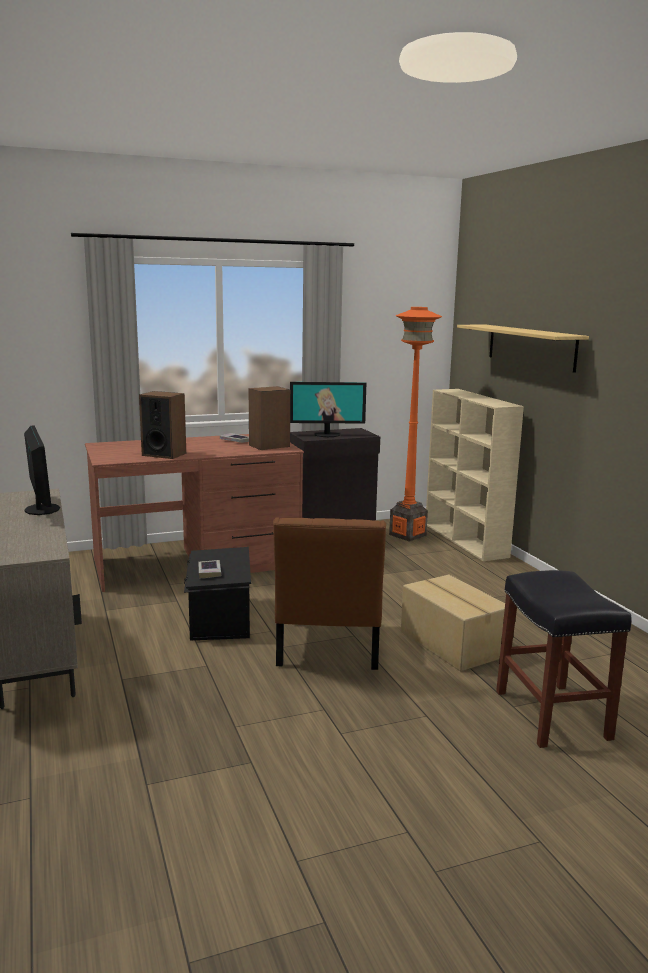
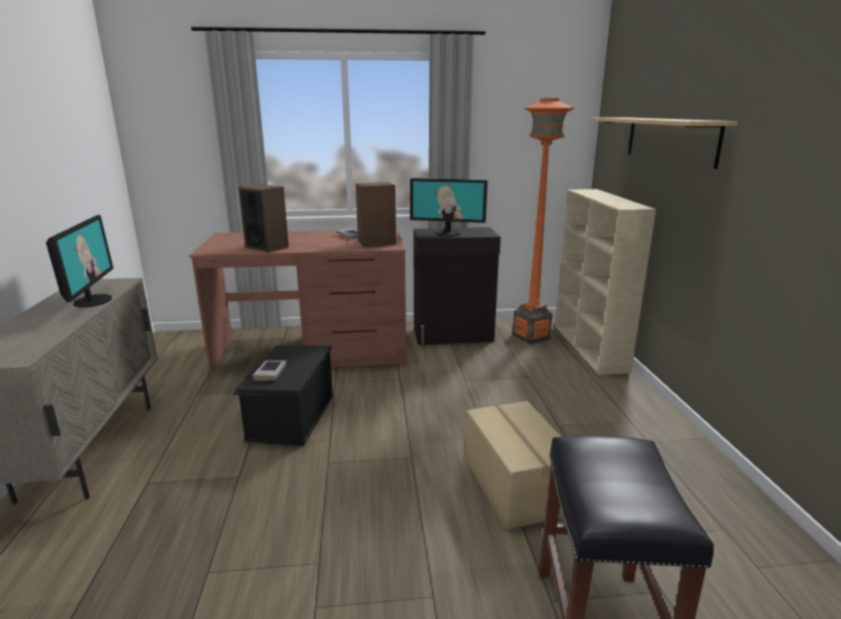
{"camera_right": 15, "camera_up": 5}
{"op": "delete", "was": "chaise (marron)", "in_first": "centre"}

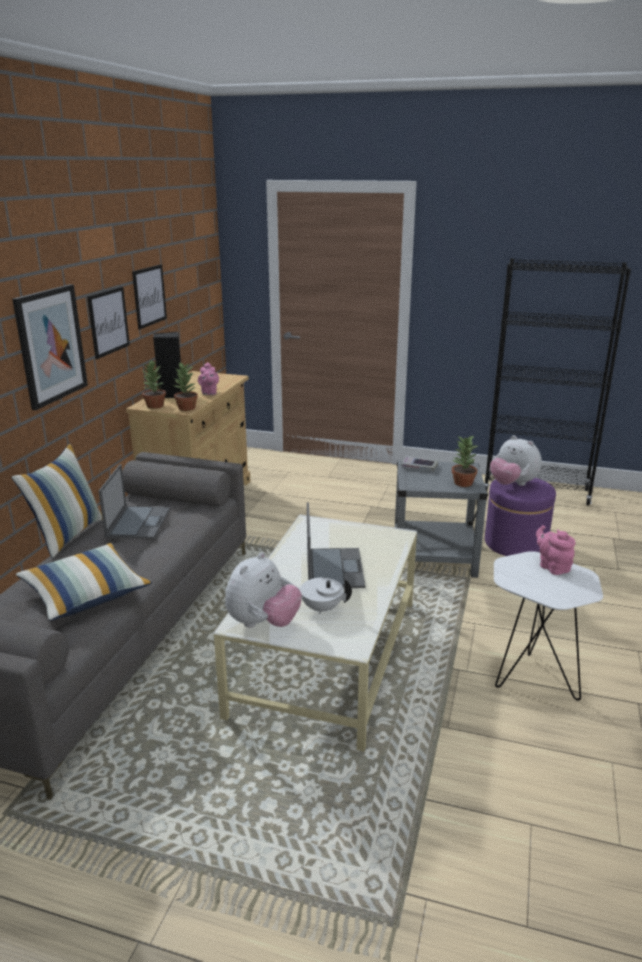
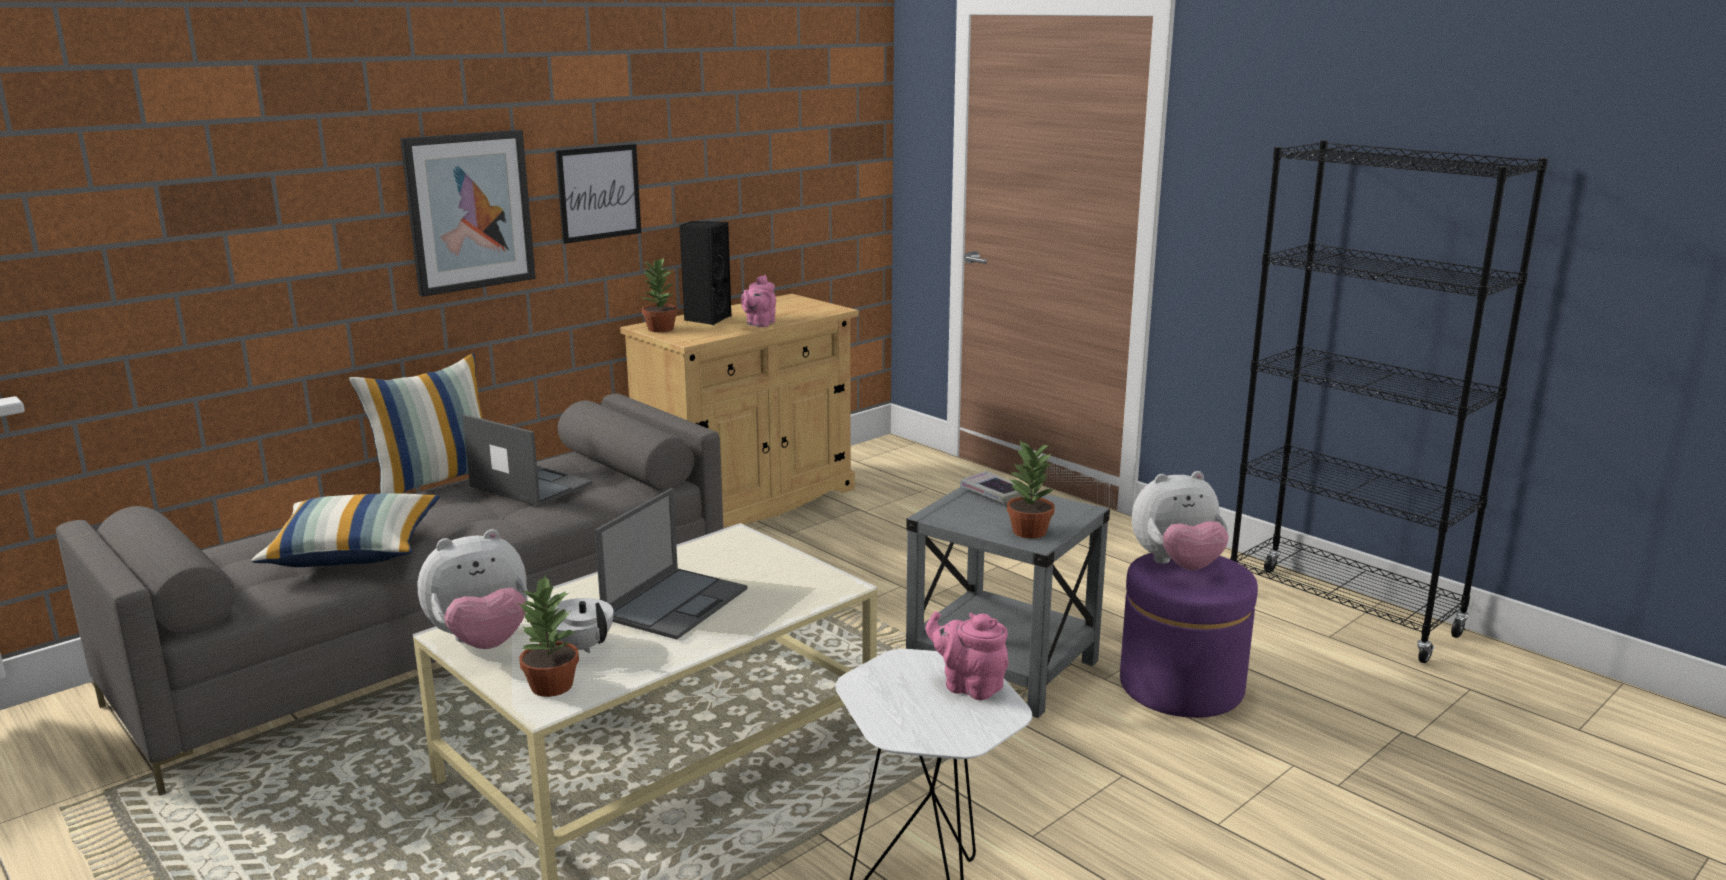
{"camera_right": 30, "camera_up": -5}
{"op": "rotate", "was": "ordinateur portable (1st from left)", "in_first": "middle left", "in_second": "middle left", "clockwise": -90}
{"op": "move", "was": "plante en pot (2nd from left in the first image)", "now": "plante en pot (1st from left)", "in_first": "middle left", "in_second": "bottom left"}
{"op": "rotate", "was": "théière (rose) (2nd from left)", "in_first": "middle right", "in_second": "bottom centre", "clockwise": -60}
{"op": "rotate", "was": "peluche (2nd from left)", "in_first": "middle right", "in_second": "middle right", "clockwise": -90}
{"op": "delete", "was": "tableau (3rd from left)", "in_first": "top left"}

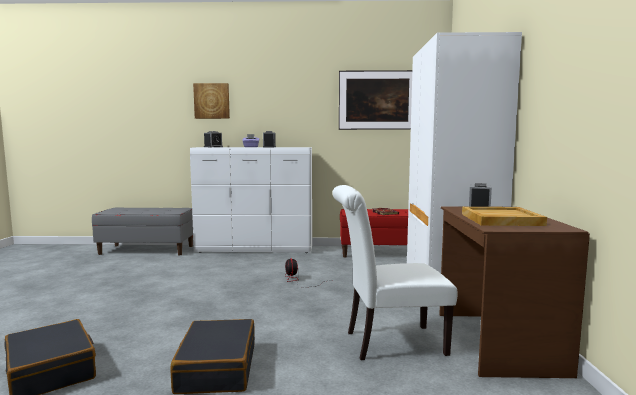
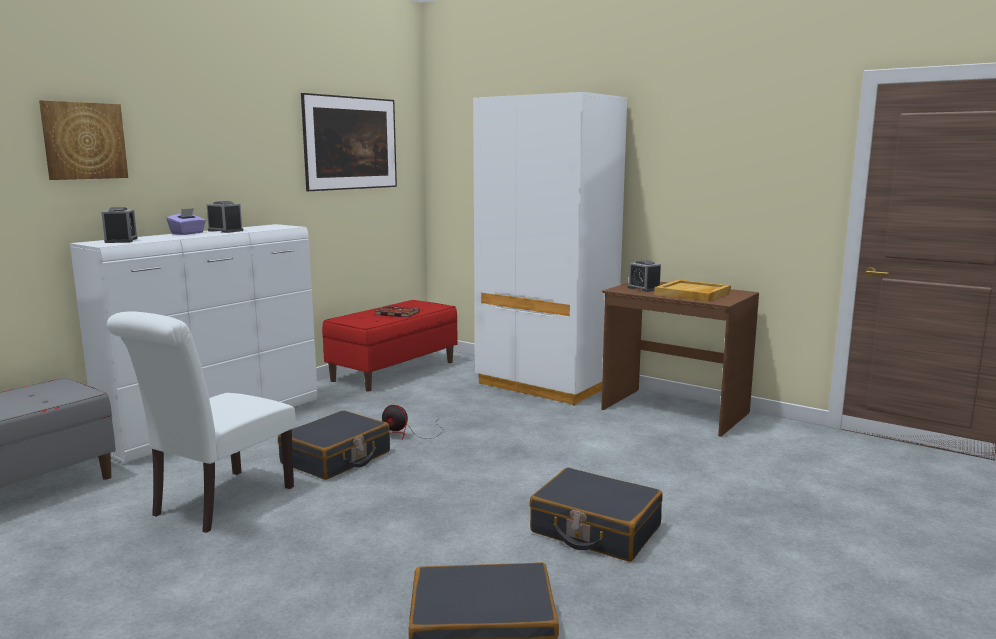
{"camera_right": -55, "camera_up": 5}
{"op": "move", "was": "chaise (blanc)", "in_first": "bottom centre", "in_second": "middle left"}
{"op": "insert", "now": "valise (noir) (1st from left)", "in_second": "bottom centre"}

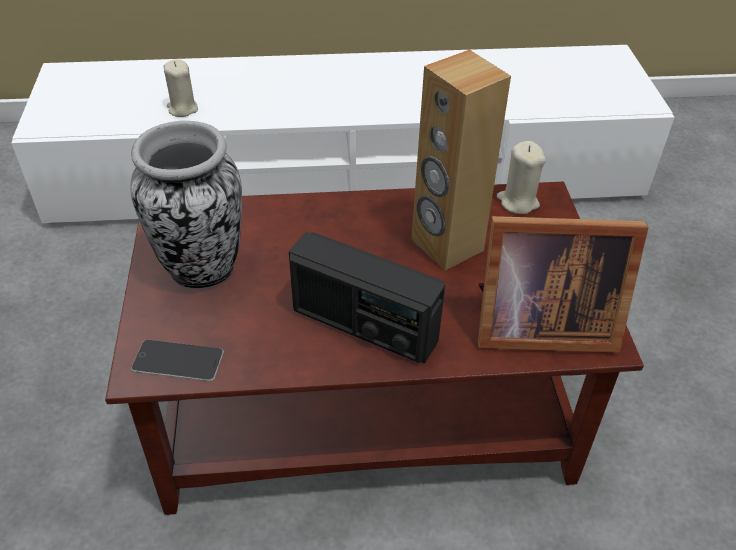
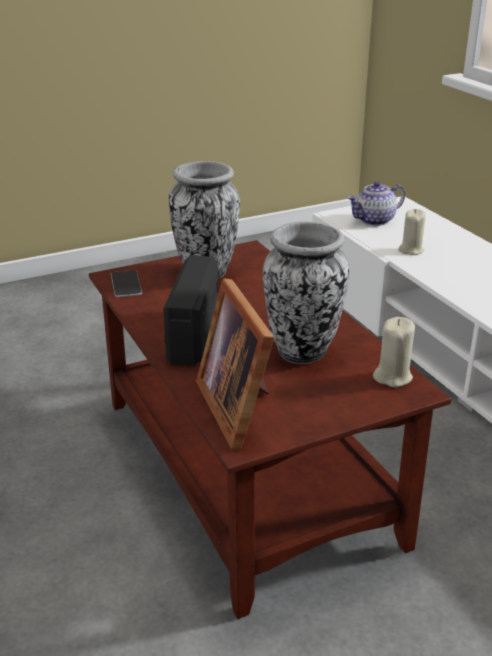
{"camera_right": 70, "camera_up": -15}
{"op": "replace", "was": "enceinte (marron)", "now": "vase (2nd from left)", "in_first": "top centre", "in_second": "centre"}
{"op": "insert", "now": "théière", "in_second": "top right"}

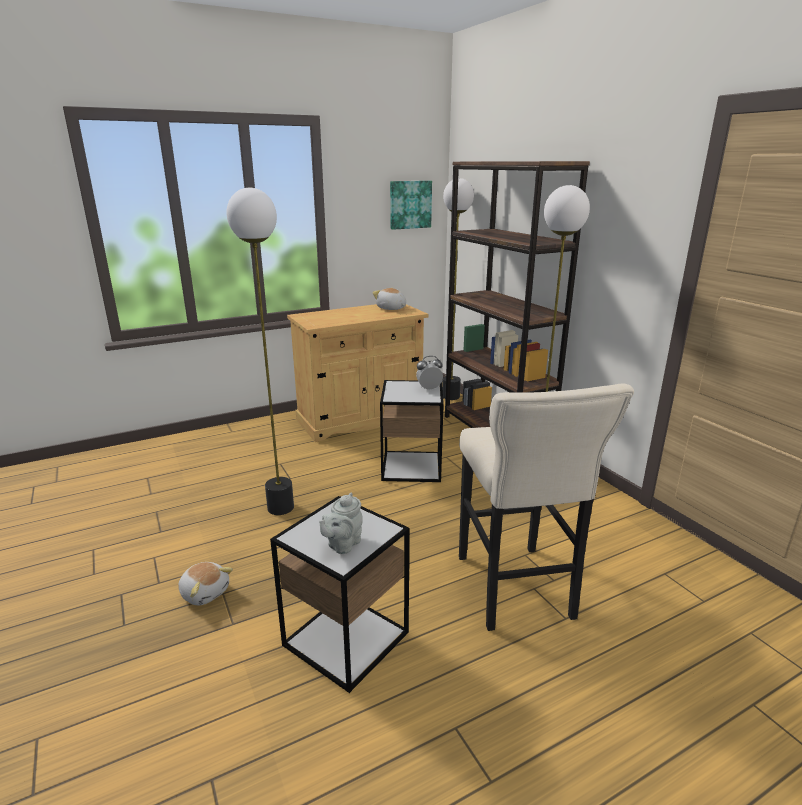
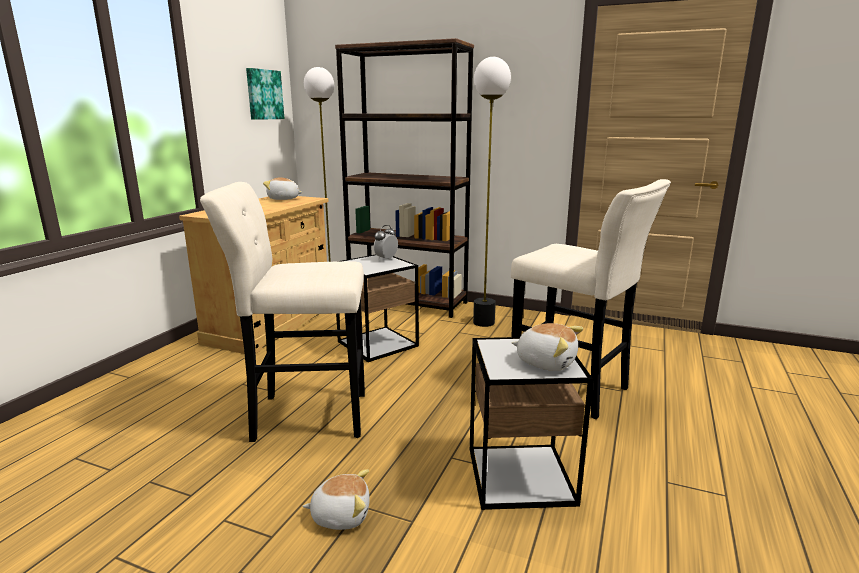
{"camera_right": -40, "camera_up": -5}
{"op": "replace", "was": "lampadaire (1st from left)", "now": "tabouret (beige) (1st from left)", "in_first": "middle left", "in_second": "middle left"}
{"op": "replace", "was": "théière (gris)", "now": "peluche (3rd from left)", "in_first": "centre", "in_second": "centre"}

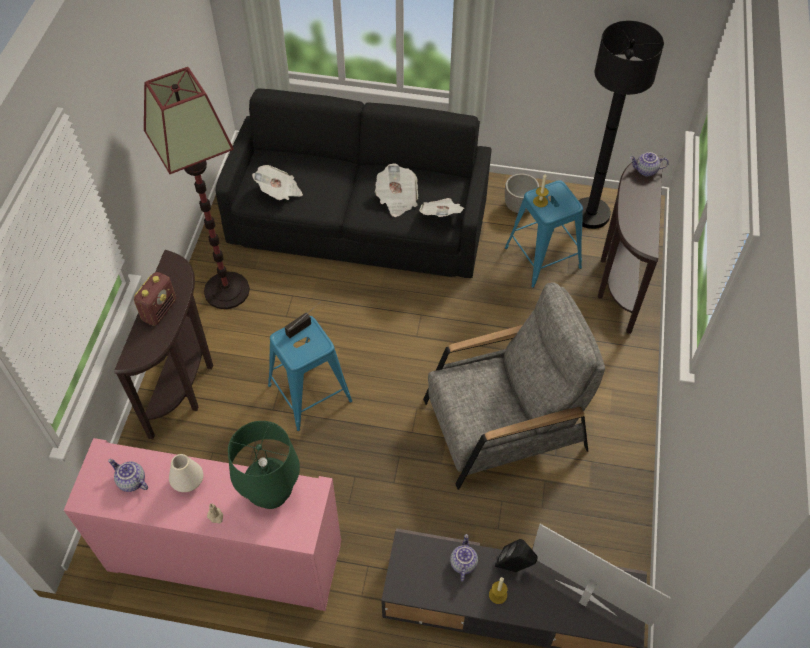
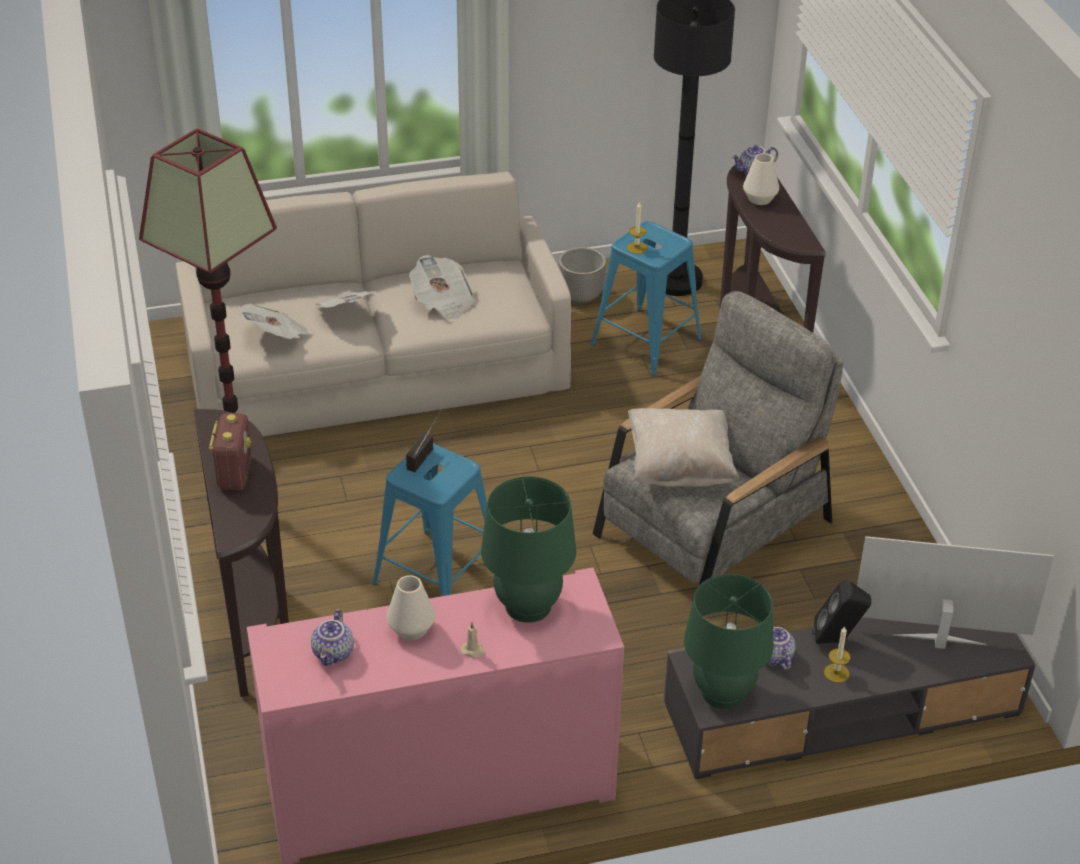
{"camera_right": -25, "camera_up": -15}
{"op": "recolor", "was": "canapé (noir)", "now": "canapé (beige)", "in_first": "top centre", "in_second": "centre"}
{"op": "rotate", "was": "théière (1st from left)", "in_first": "bottom left", "in_second": "bottom left", "clockwise": -90}
{"op": "move", "was": "journal (3rd from left in the first image)", "now": "journal (2nd from left)", "in_first": "top centre", "in_second": "middle left"}
{"op": "insert", "now": "coussin (beige)", "in_second": "centre"}
{"op": "insert", "now": "lampe de table (vert) (2nd from left)", "in_second": "bottom right"}
{"op": "insert", "now": "vase (blanc) (2nd from left)", "in_second": "top right"}

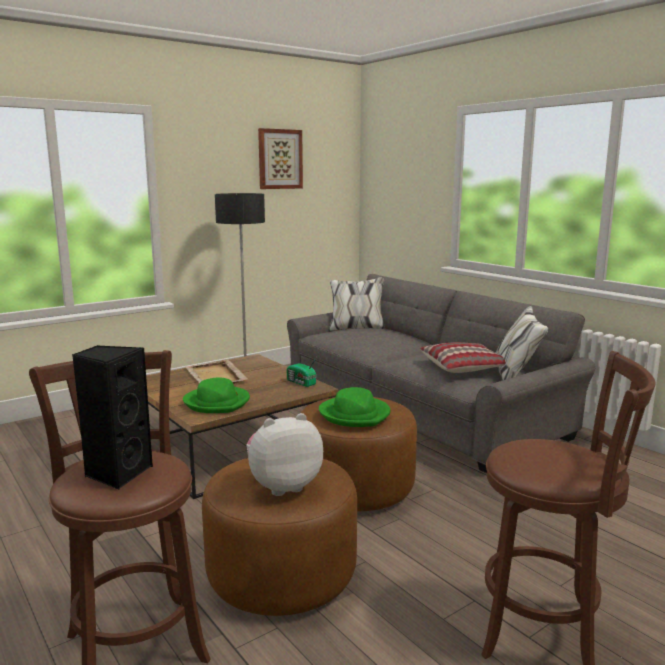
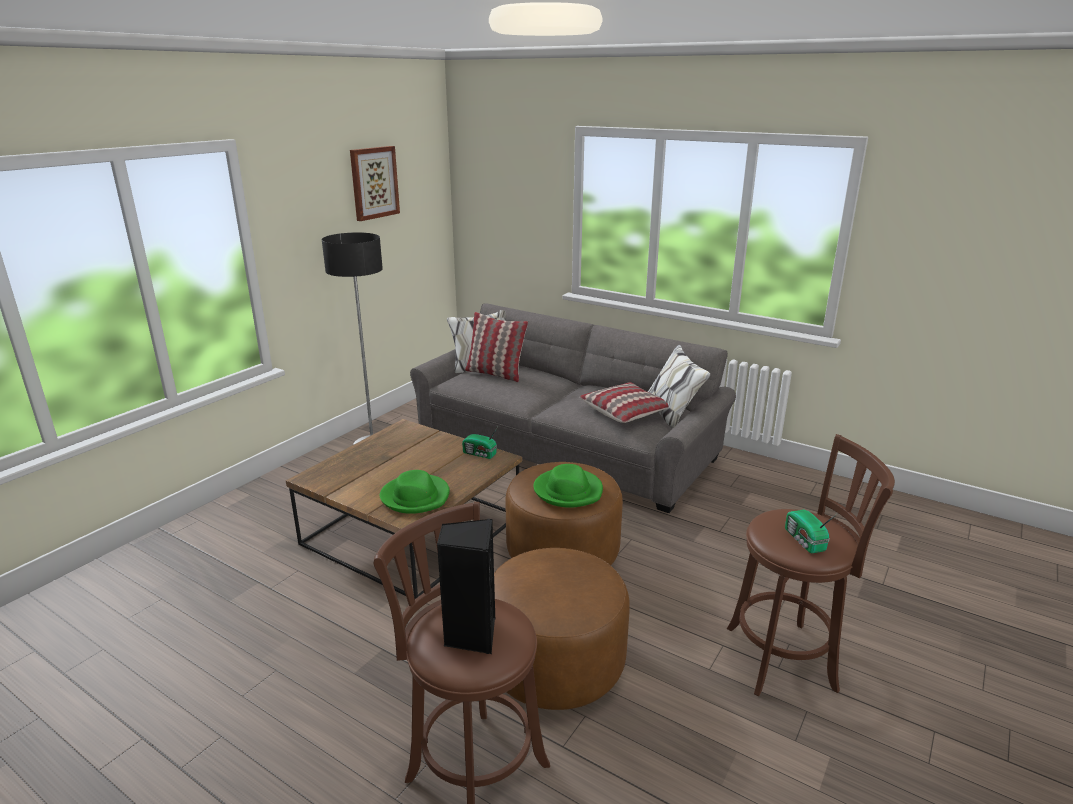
{"camera_right": -20, "camera_up": 10}
{"op": "insert", "now": "coussin (1st from left)", "in_second": "centre"}
{"op": "insert", "now": "radio (2nd from left)", "in_second": "middle right"}
{"op": "delete", "was": "plateau (beige)", "in_first": "middle left"}
{"op": "delete", "was": "peluche", "in_first": "bottom centre"}

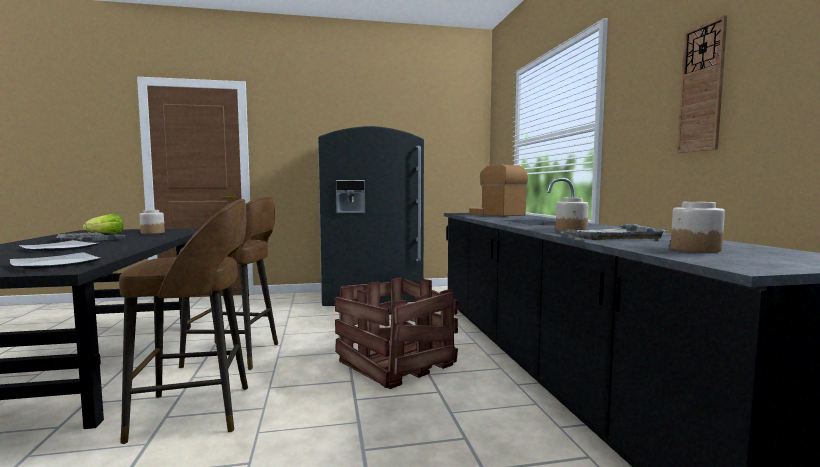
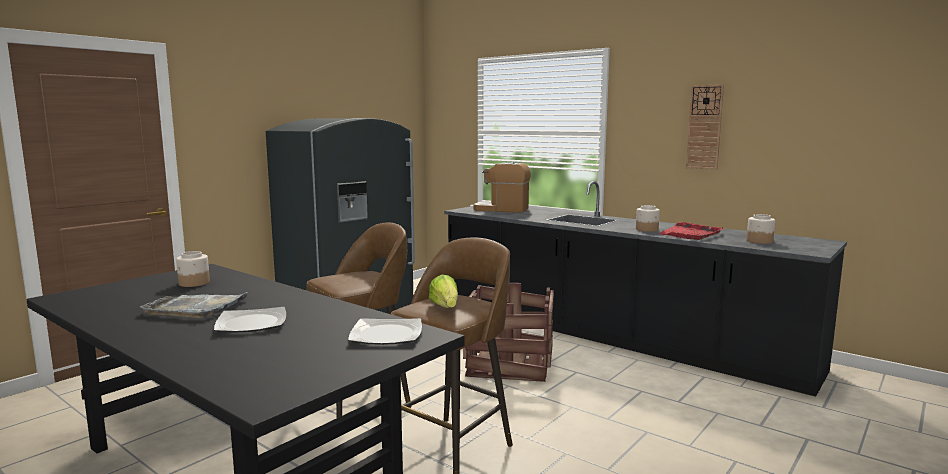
{"camera_right": -40, "camera_up": 5}
{"op": "move", "was": "laitue", "in_first": "middle left", "in_second": "centre"}
{"op": "recolor", "was": "plateau (gris) (2nd from left)", "now": "plateau (rouge)", "in_first": "middle right", "in_second": "middle right"}

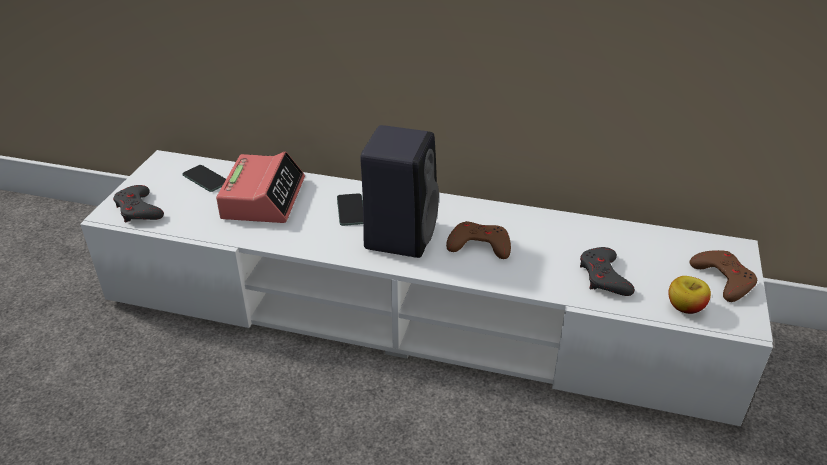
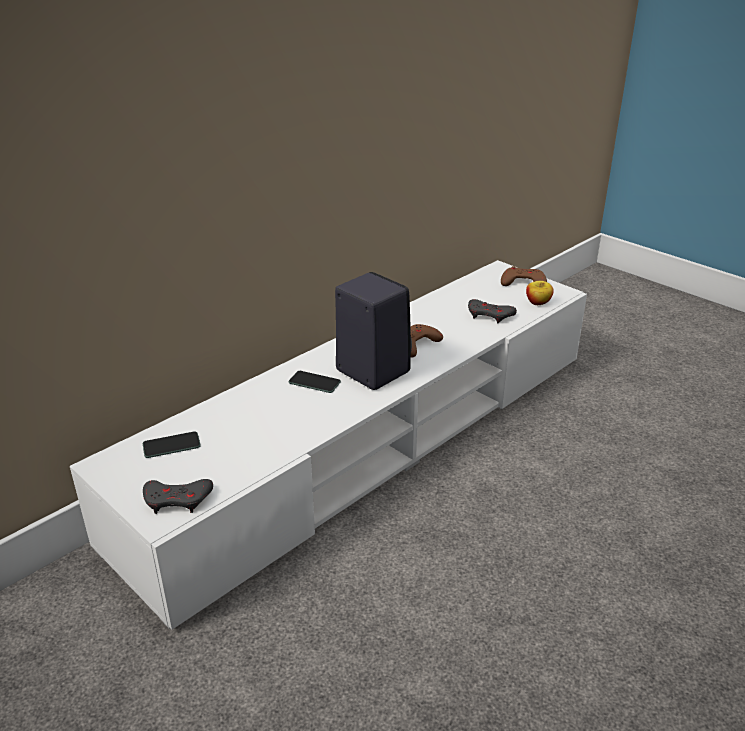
{"camera_right": -60, "camera_up": -5}
{"op": "delete", "was": "réveil", "in_first": "middle left"}

